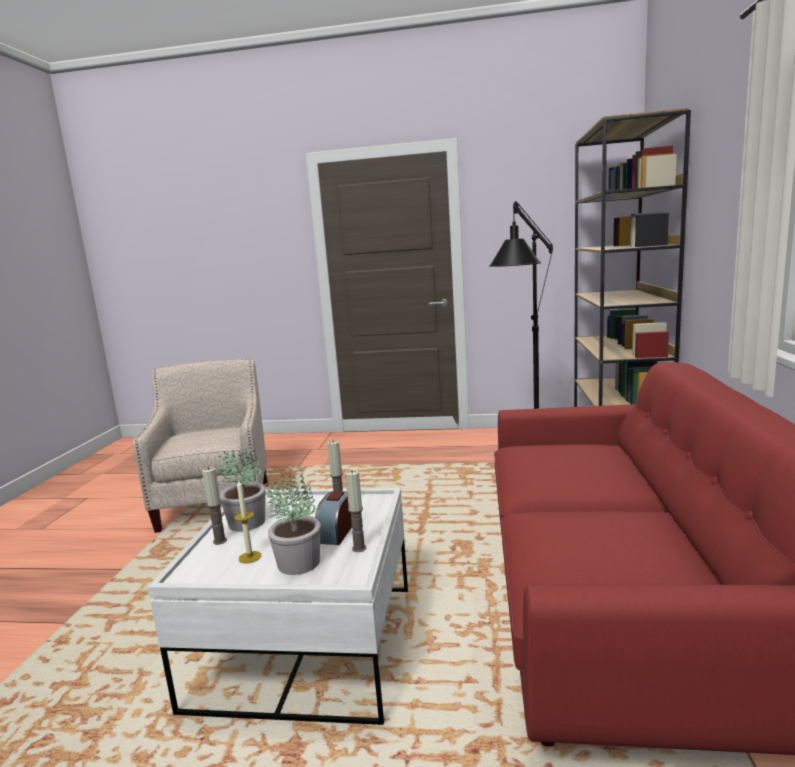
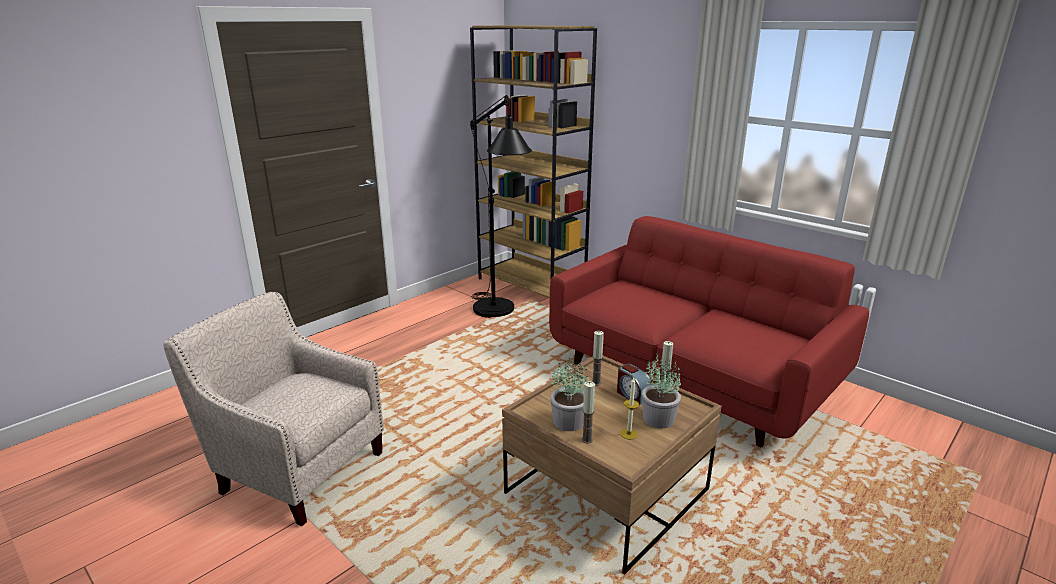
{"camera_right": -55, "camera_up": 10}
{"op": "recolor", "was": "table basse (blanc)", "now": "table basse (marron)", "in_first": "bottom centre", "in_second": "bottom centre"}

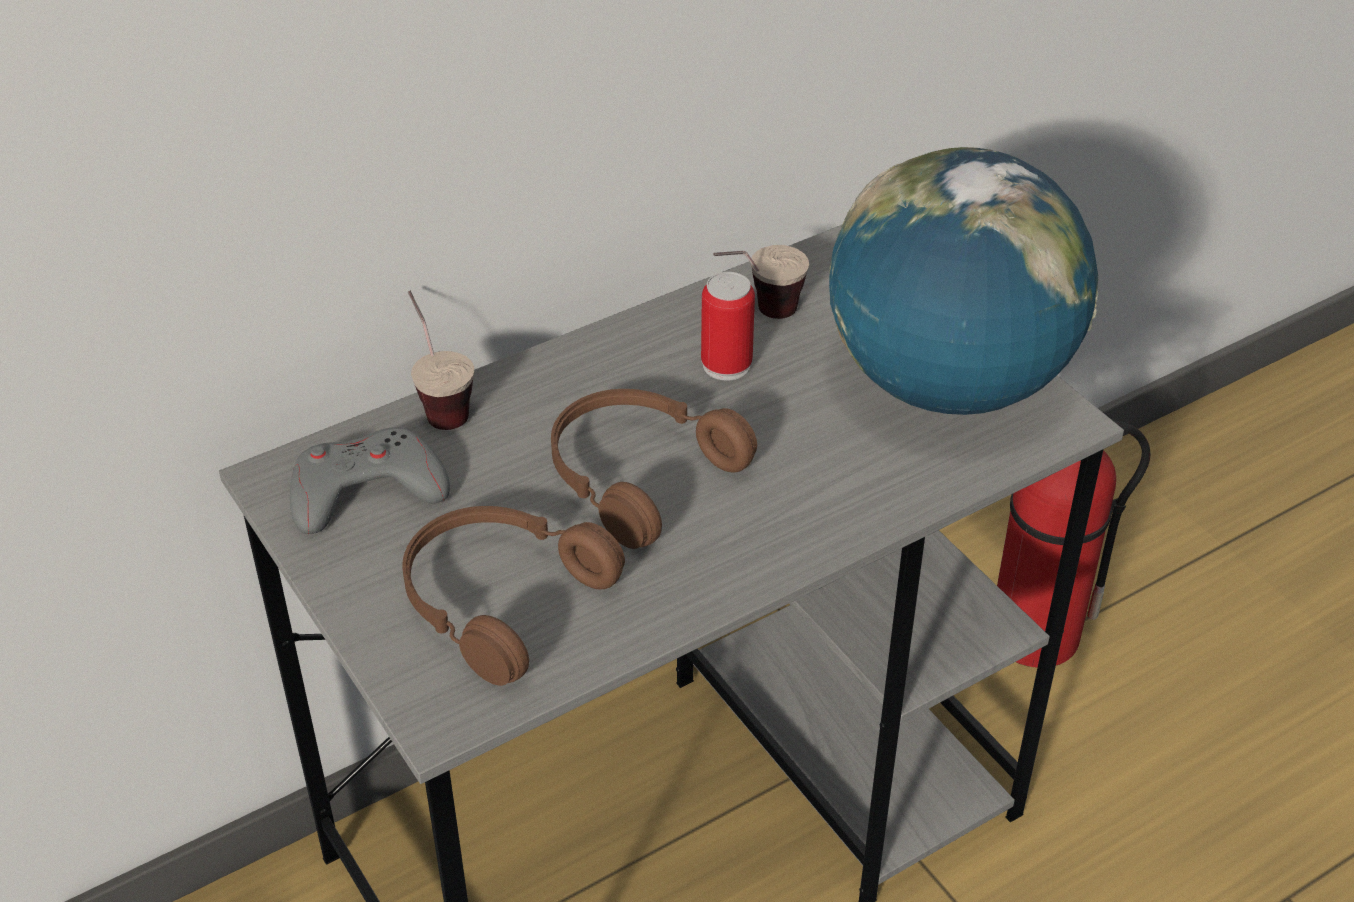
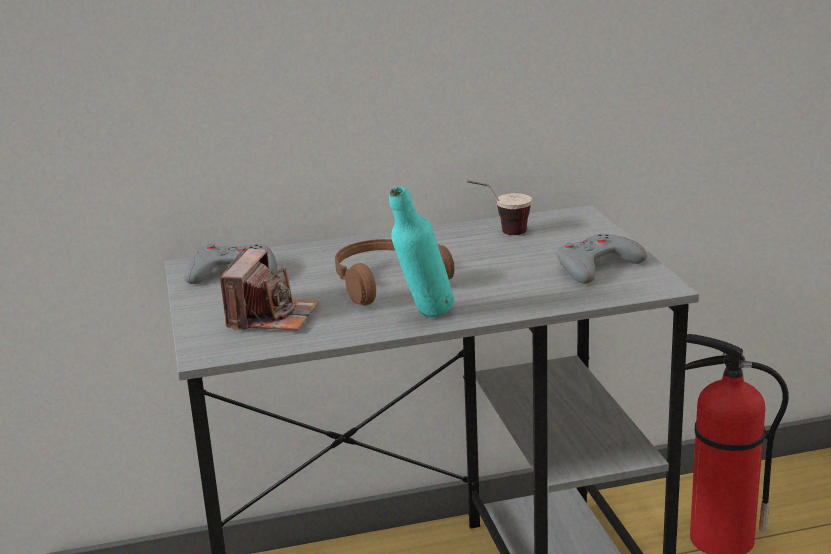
{"camera_right": 20, "camera_up": -20}
{"op": "replace", "was": "casque audio (marron) (1st from left)", "now": "appareil photo", "in_first": "centre", "in_second": "middle left"}
{"op": "insert", "now": "bouteille (turquoise)", "in_second": "centre"}
{"op": "replace", "was": "globe", "now": "manette (gris) (2nd from left)", "in_first": "top right", "in_second": "middle right"}
{"op": "delete", "was": "tasse (1st from left)", "in_first": "middle left"}
{"op": "delete", "was": "boîte métallique", "in_first": "centre"}

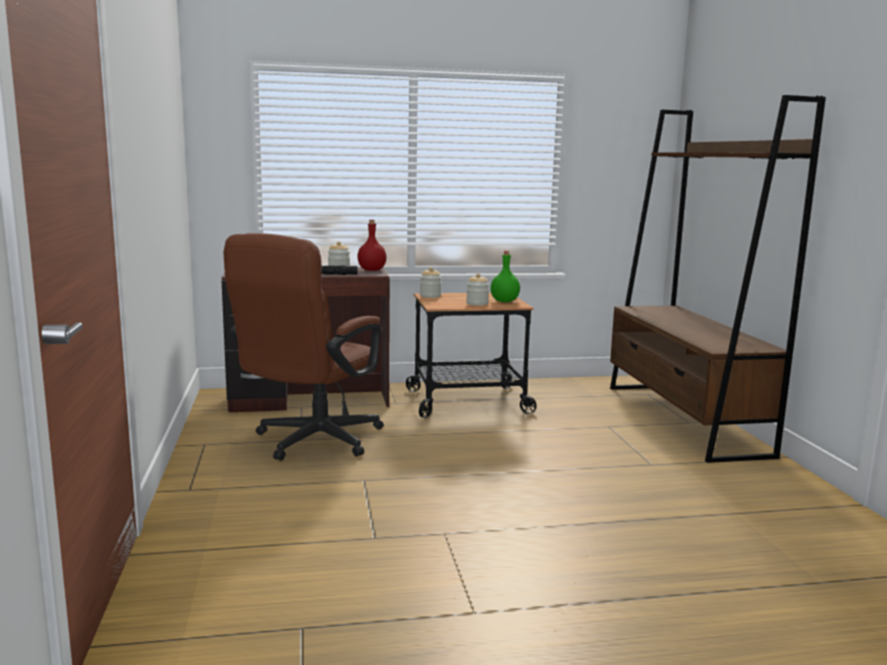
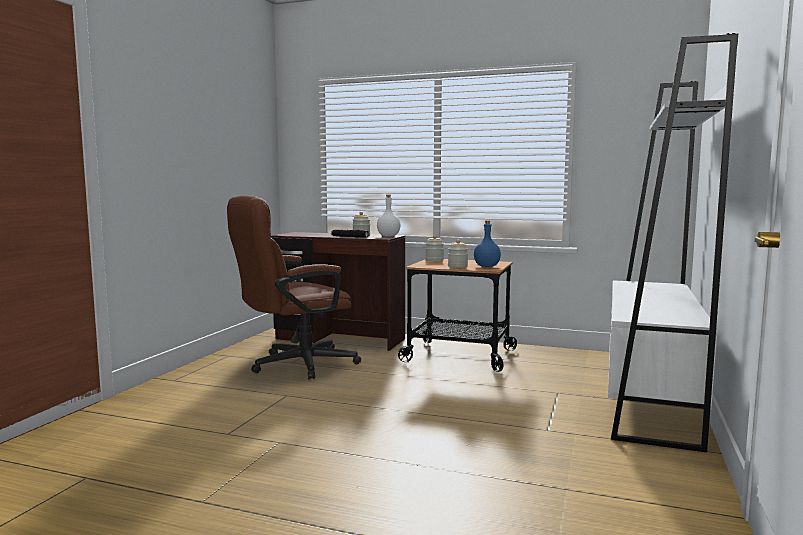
{"camera_right": 30, "camera_up": -5}
{"op": "recolor", "was": "bouteille (rouge)", "now": "bouteille (blanc)", "in_first": "centre", "in_second": "centre"}
{"op": "recolor", "was": "bouteille (vert)", "now": "bouteille (bleu)", "in_first": "centre", "in_second": "centre"}
{"op": "recolor", "was": "bibliothèque (marron)", "now": "bibliothèque (blanc)", "in_first": "middle right", "in_second": "middle right"}

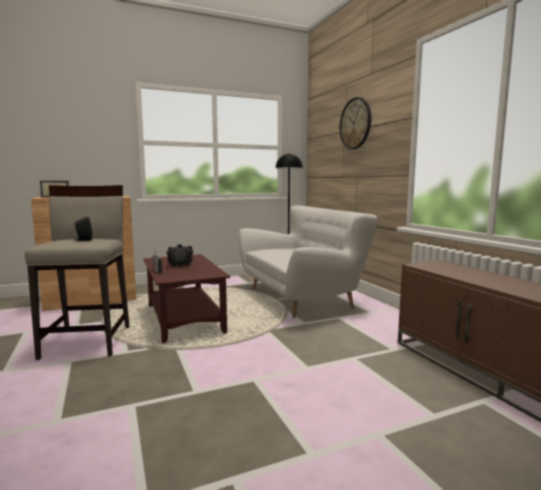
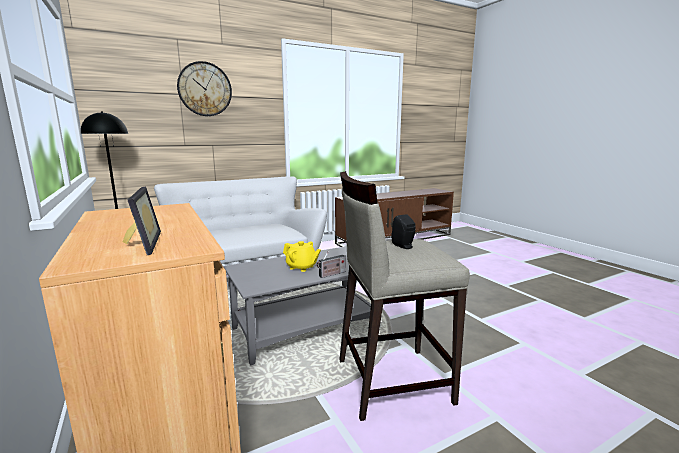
{"camera_right": -95, "camera_up": 5}
{"op": "recolor", "was": "table basse (marron)", "now": "table basse (gris)", "in_first": "centre", "in_second": "bottom centre"}
{"op": "recolor", "was": "théière (noir)", "now": "théière (jaune)", "in_first": "middle left", "in_second": "centre"}

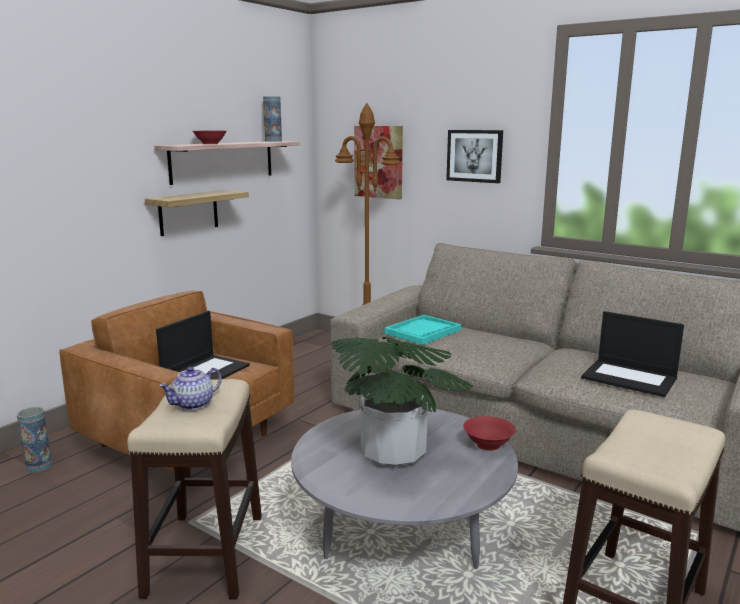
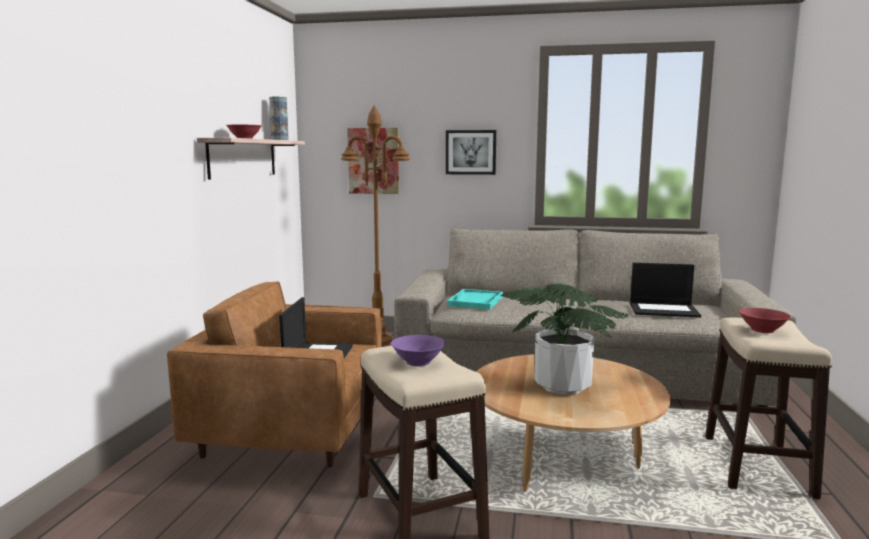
{"camera_right": -25, "camera_up": -5}
{"op": "replace", "was": "théière", "now": "bol (violet)", "in_first": "middle left", "in_second": "centre"}
{"op": "recolor", "was": "table basse (gris)", "now": "table basse (marron)", "in_first": "bottom centre", "in_second": "bottom centre"}
{"op": "move", "was": "bol (rouge) (2nd from left)", "in_first": "bottom centre", "in_second": "middle right"}
{"op": "delete", "was": "vase (1st from left)", "in_first": "bottom left"}
{"op": "delete", "was": "étagère (1st from left)", "in_first": "middle left"}

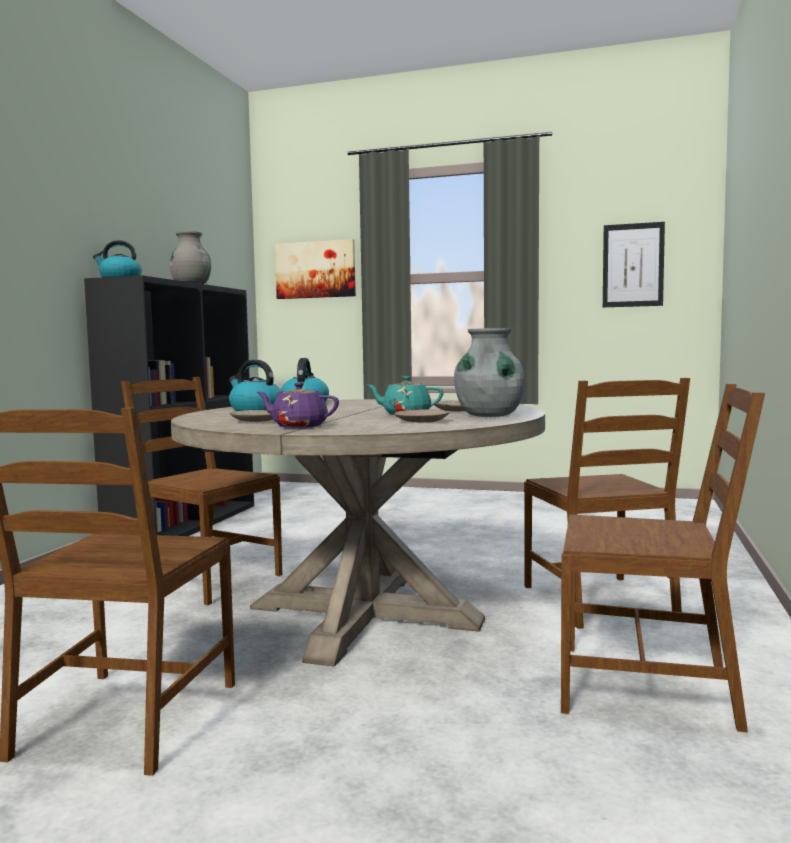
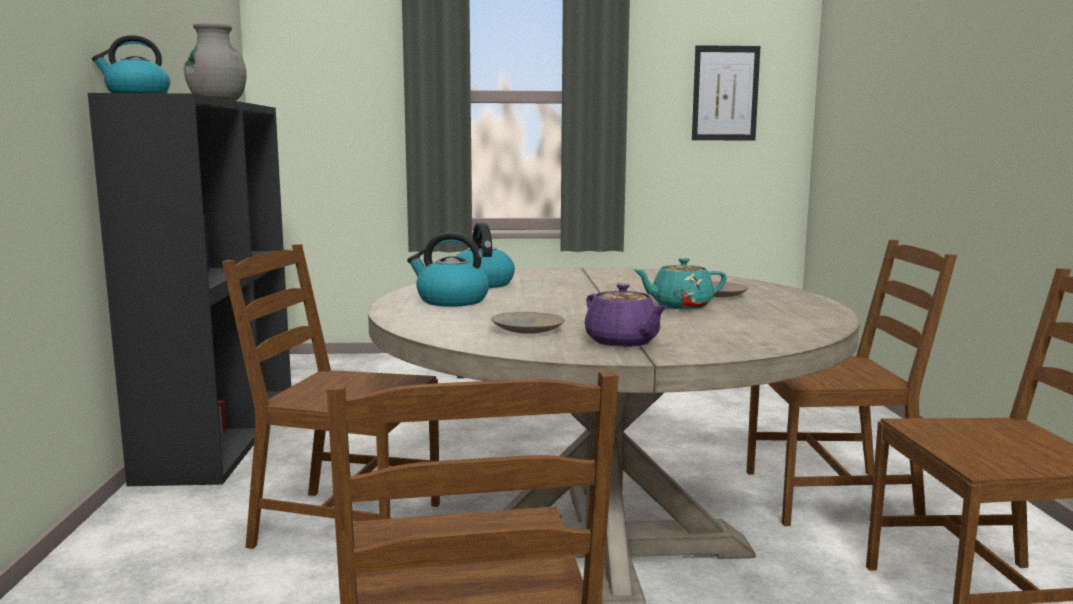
{"camera_right": -20, "camera_up": 5}
{"op": "rotate", "was": "théière (violet)", "in_first": "centre", "in_second": "centre", "clockwise": -120}
{"op": "rotate", "was": "chaise (marron) (3rd from left)", "in_first": "middle right", "in_second": "middle right", "clockwise": -60}
{"op": "delete", "was": "tableau (1st from left)", "in_first": "top centre"}
{"op": "delete", "was": "assiette (beige) (2nd from left)", "in_first": "centre"}
{"op": "delete", "was": "vase (gris) (2nd from left)", "in_first": "centre"}

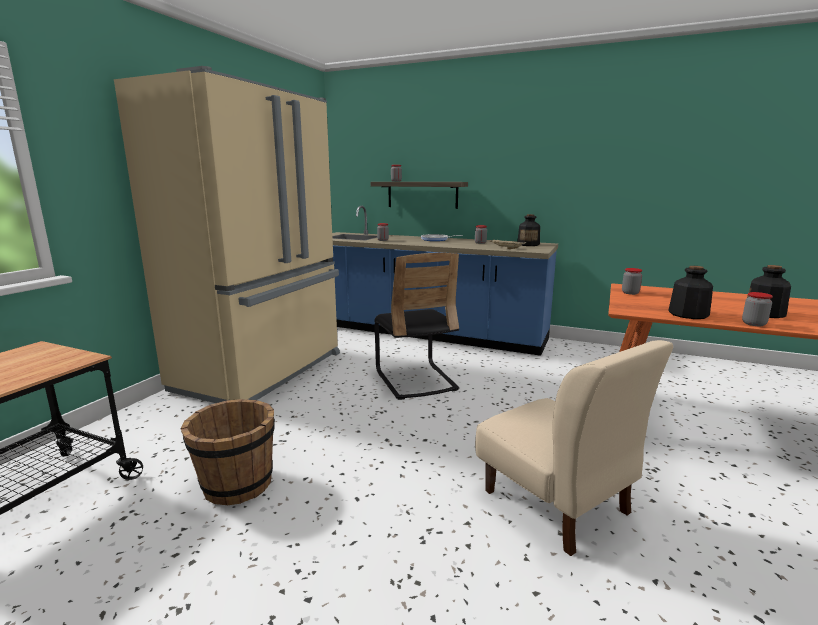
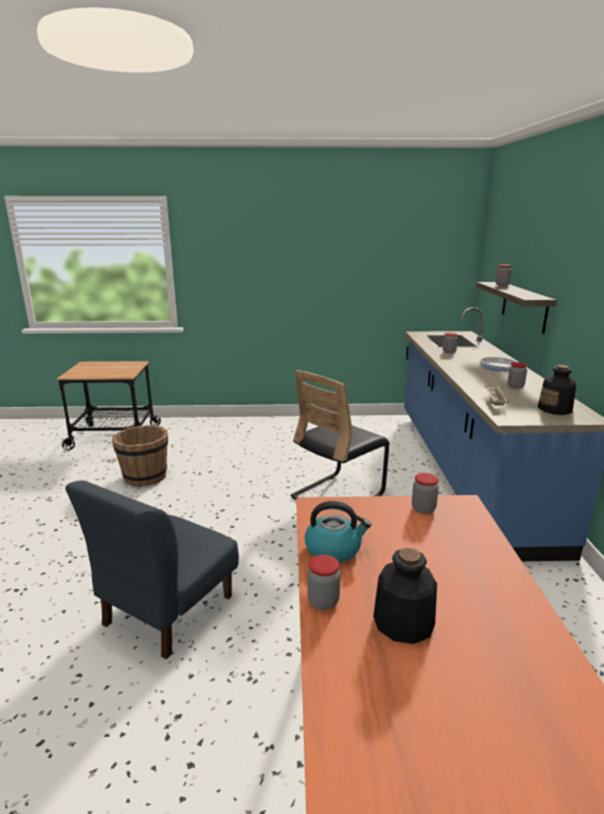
{"camera_right": 65, "camera_up": 5}
{"op": "recolor", "was": "chaise (beige)", "now": "chaise (bleu)", "in_first": "bottom right", "in_second": "bottom left"}
{"op": "replace", "was": "bouteille (2nd from left)", "now": "bouilloire", "in_first": "middle right", "in_second": "centre"}
{"op": "delete", "was": "réfrigérateur (beige)", "in_first": "middle left"}

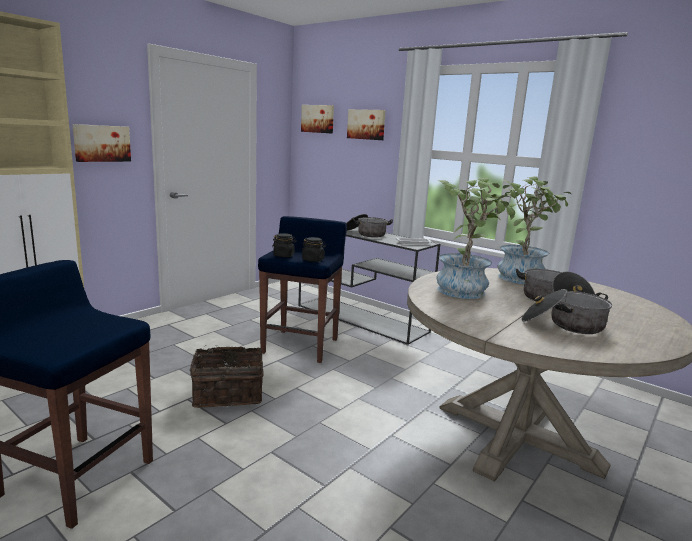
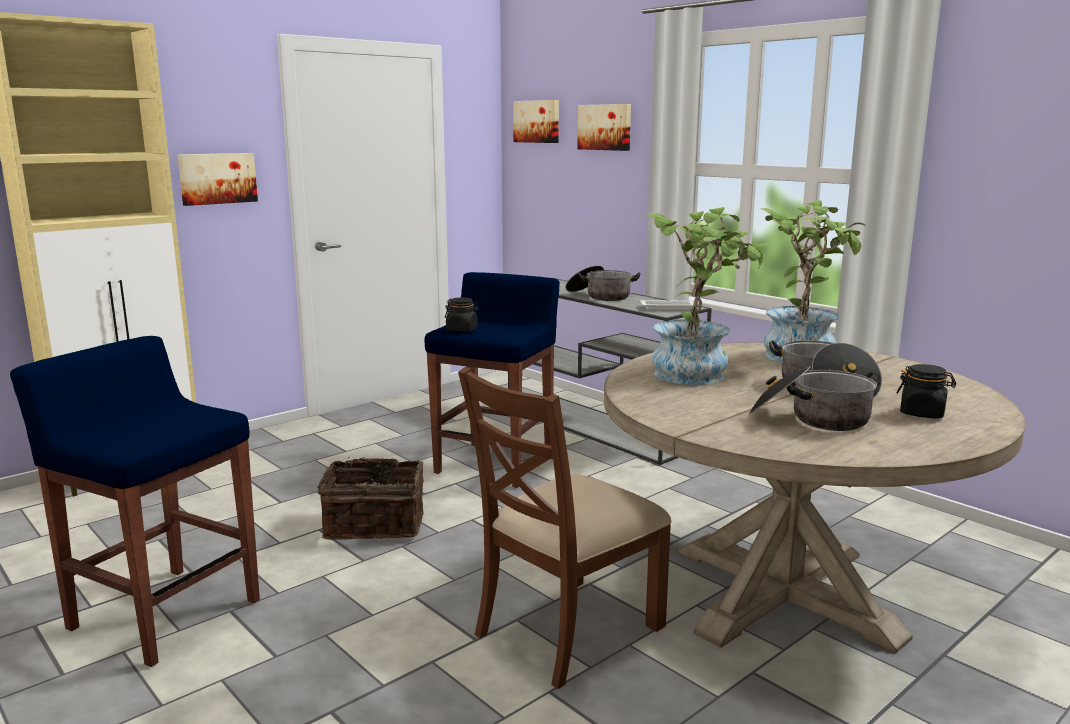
{"camera_right": 10, "camera_up": 0}
{"op": "insert", "now": "chaise (marron)", "in_second": "bottom centre"}
{"op": "move", "was": "bocal (noir) (2nd from left)", "in_first": "centre", "in_second": "middle right"}

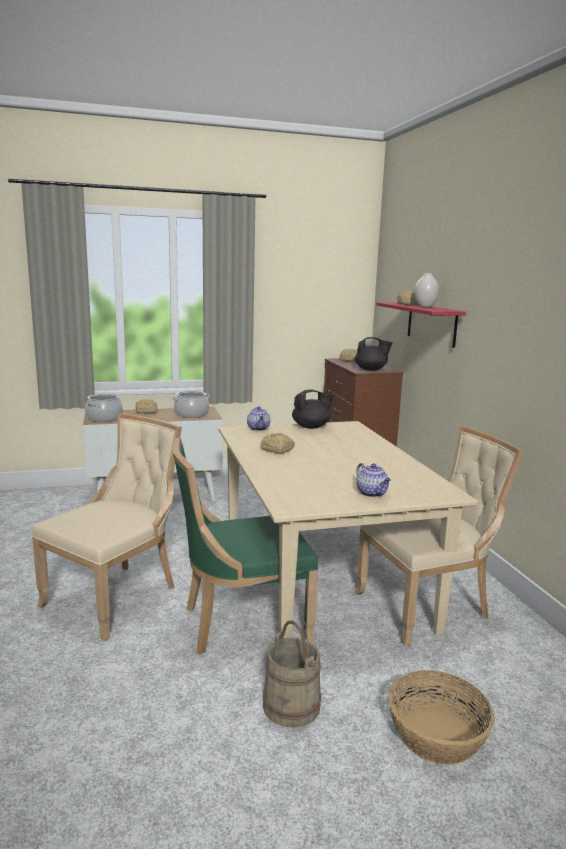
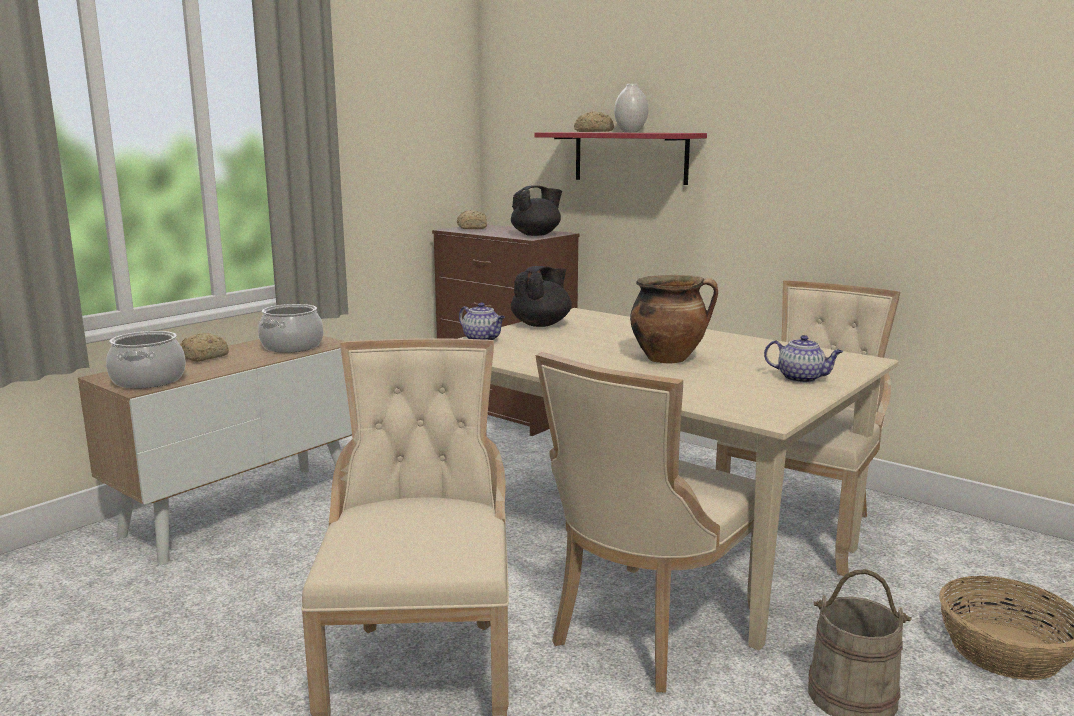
{"camera_right": -35, "camera_up": 0}
{"op": "recolor", "was": "chaise (vert)", "now": "chaise (beige) (2nd from left)", "in_first": "centre", "in_second": "bottom centre"}
{"op": "insert", "now": "marmite (3rd from left)", "in_second": "centre"}
{"op": "delete", "was": "pain (2nd from left)", "in_first": "centre"}

